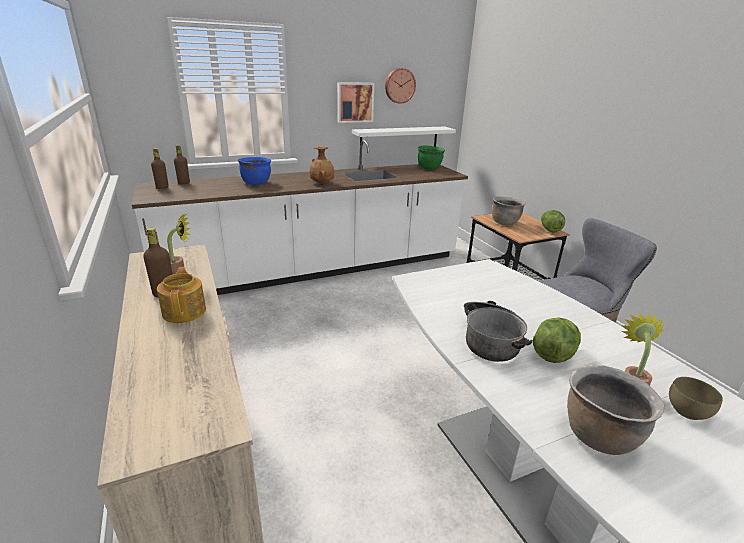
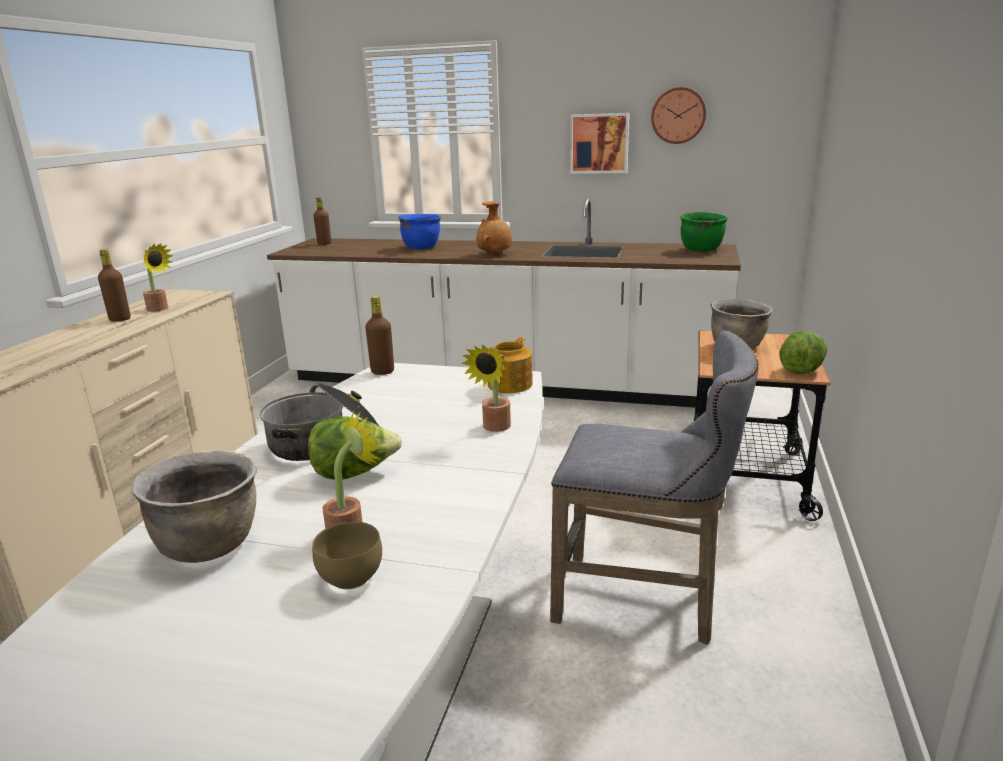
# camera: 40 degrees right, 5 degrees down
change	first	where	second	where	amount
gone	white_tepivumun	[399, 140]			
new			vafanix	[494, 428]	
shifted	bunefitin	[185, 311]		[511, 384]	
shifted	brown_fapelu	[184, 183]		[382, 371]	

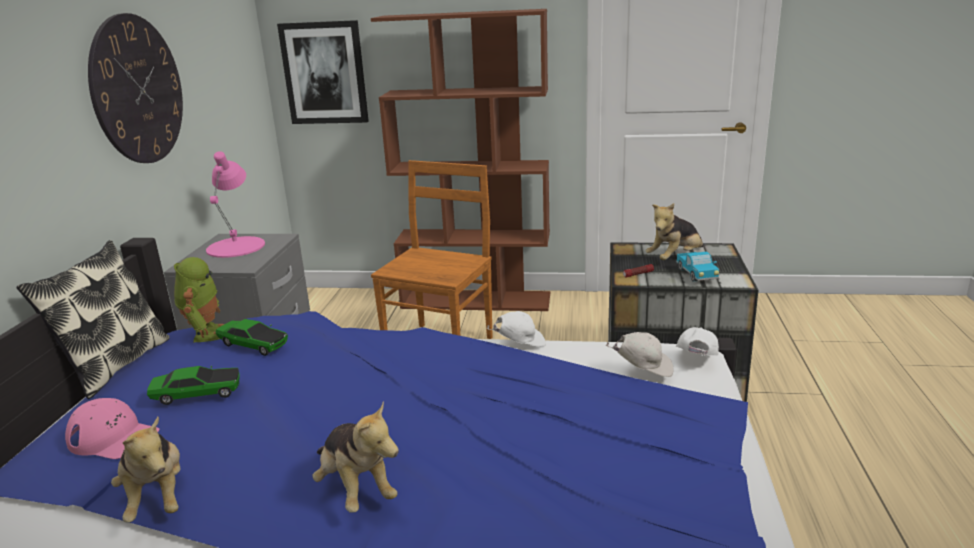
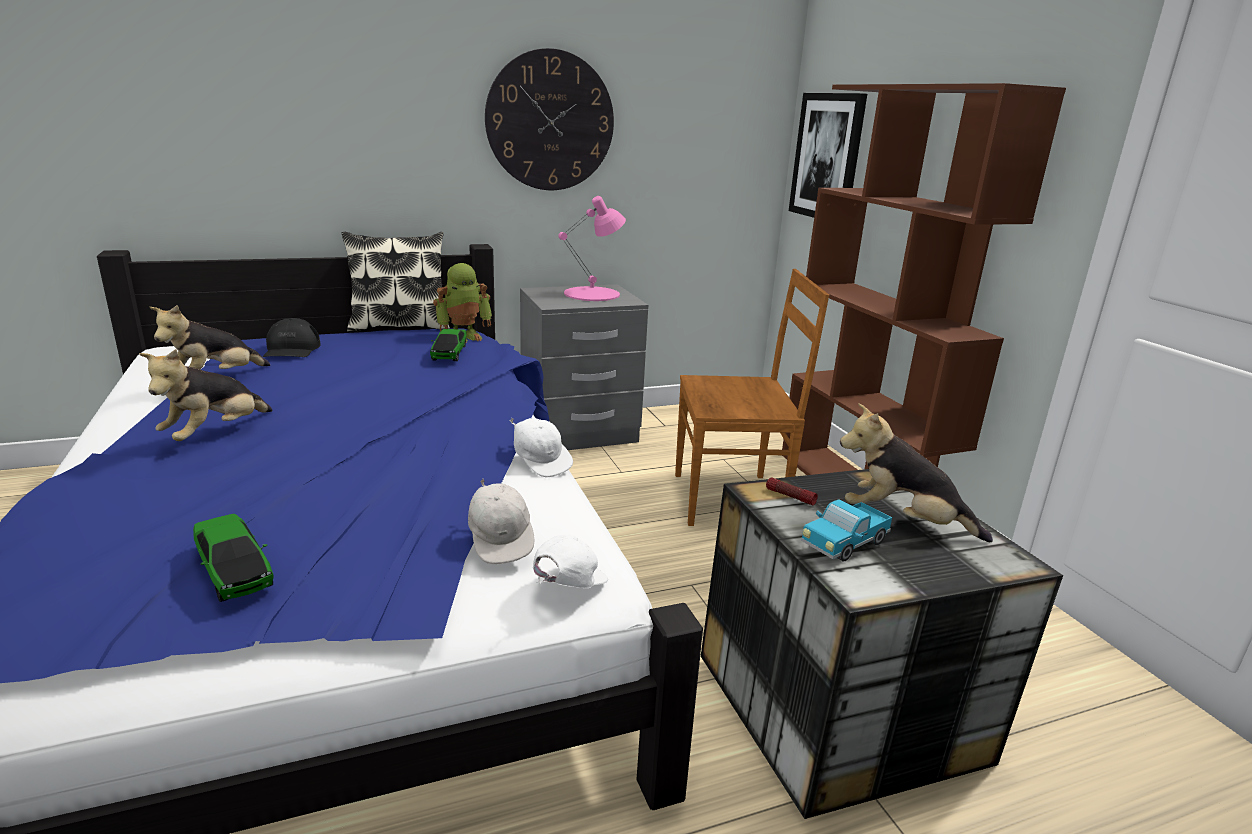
# camera: 60 degrees right, 0 degrees up
change	first	where	second	where	amount
shifted	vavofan	[197, 393]		[234, 569]	
repainted	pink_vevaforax	[113, 437]	black_vevaforax	[291, 349]	
rotated	white_vevaforax	[695, 361]		[567, 588]	45 degrees counterclockwise

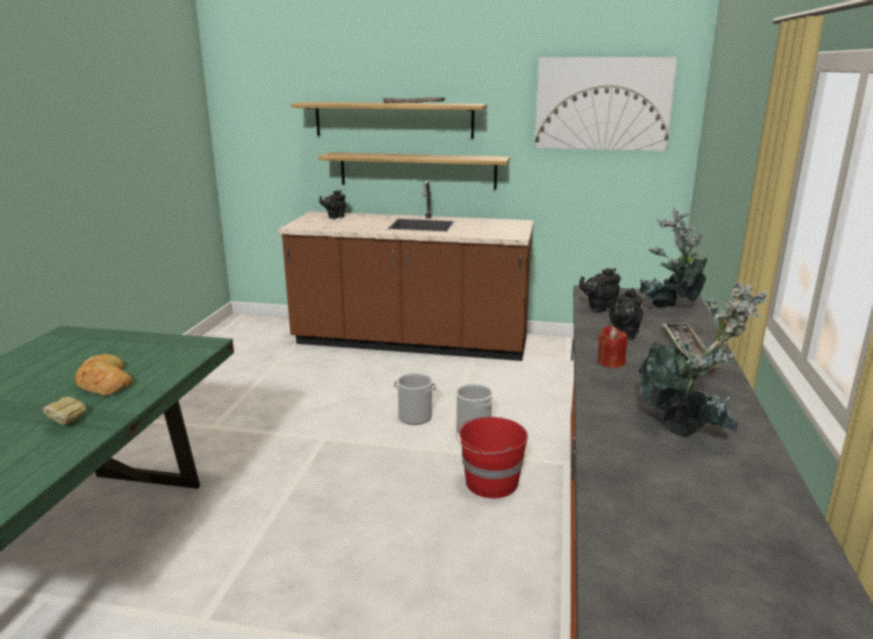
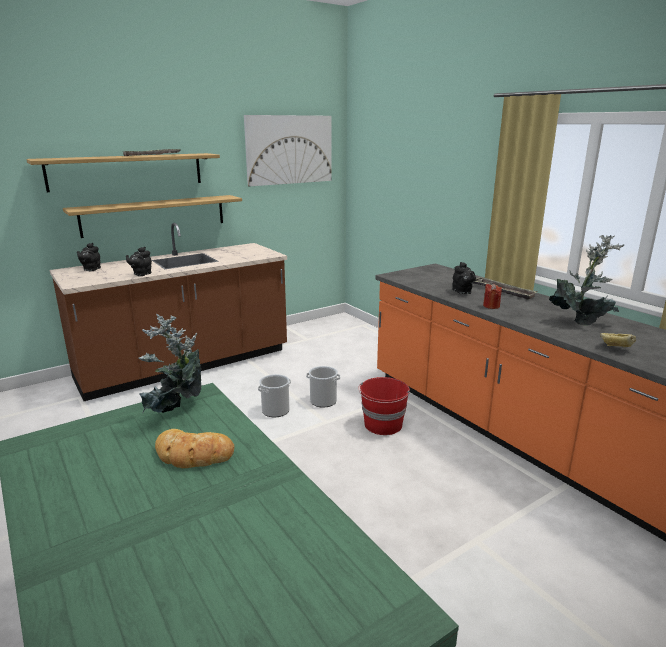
# camera: 45 degrees left, 0 degrees up
change	first	where	second	where	amount
shifted	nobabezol	[67, 422]		[615, 348]	
shifted	black_bunefitin	[599, 308]		[141, 274]	
shifted	vafanix	[670, 311]		[178, 413]	

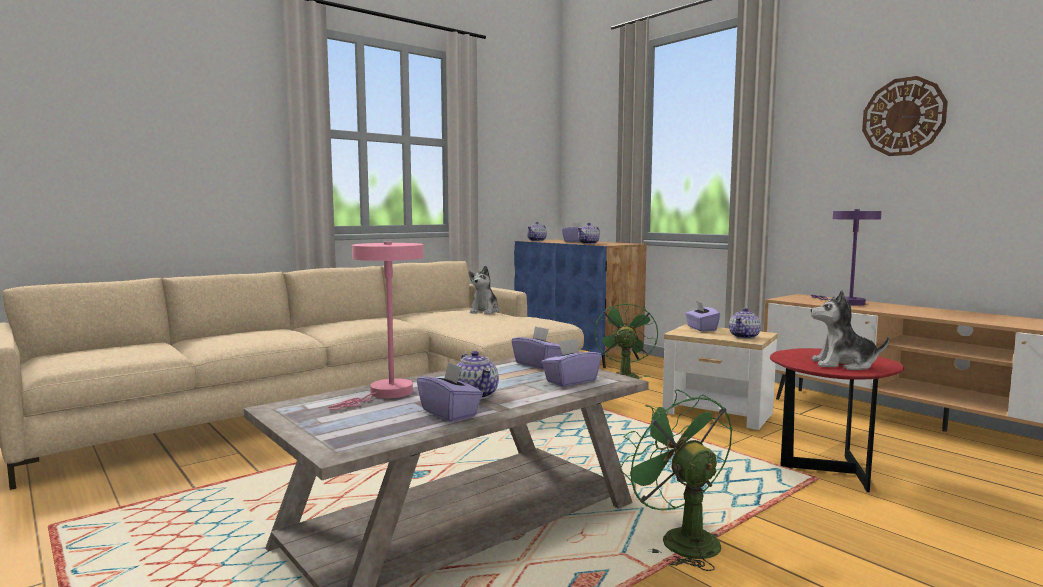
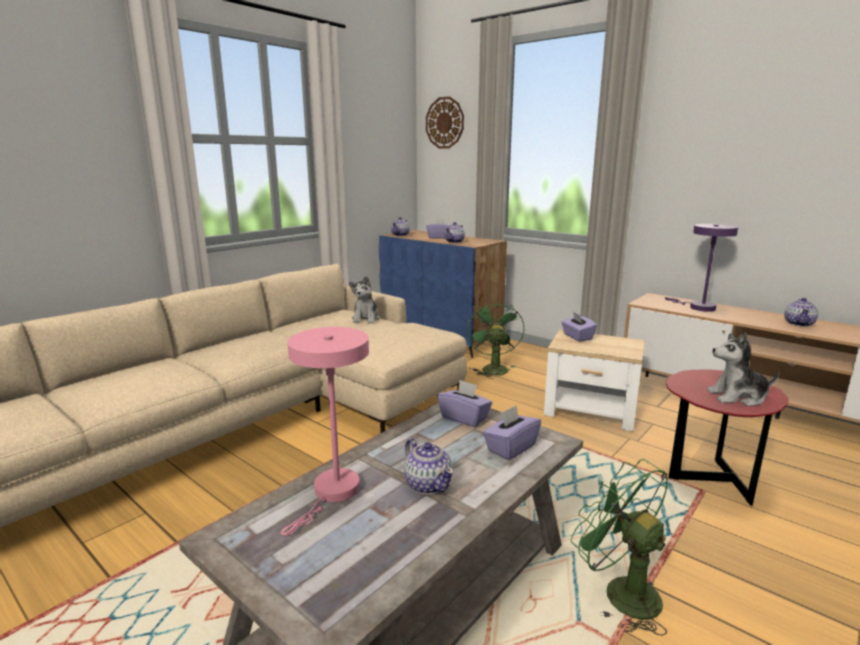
# camera: 10 degrees left, 10 degrees up
change	first	where	second	where	amount
gone	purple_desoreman	[450, 413]			
shifted	bunefitin	[744, 336]		[799, 323]	
shifted	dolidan	[903, 117]		[444, 123]	

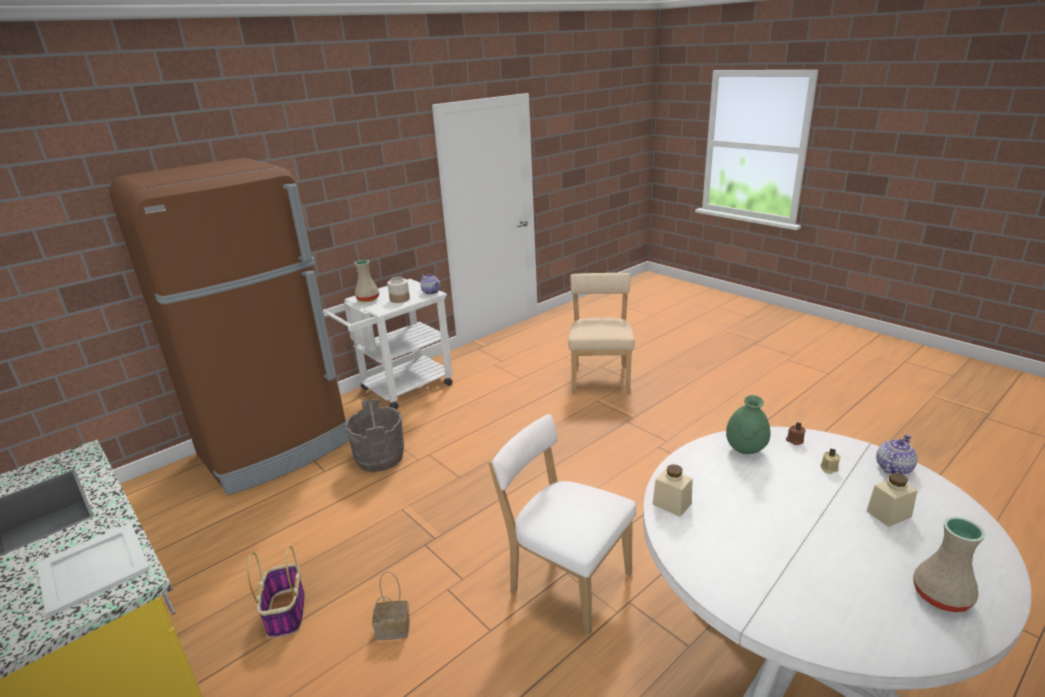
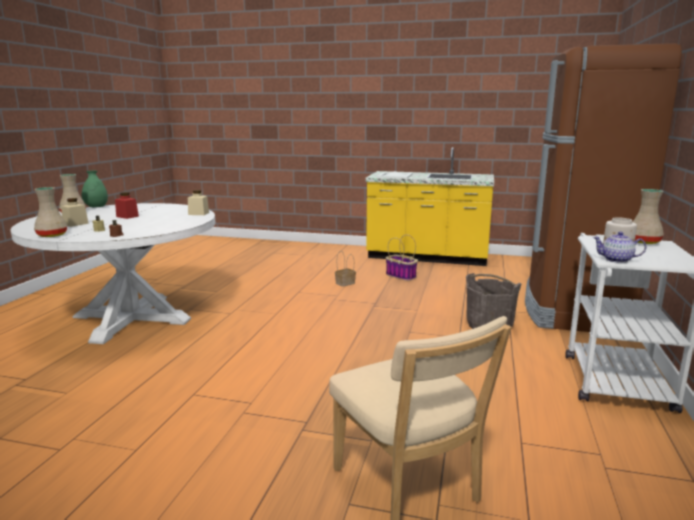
# camera: 145 degrees right, 10 degrees down
change	first	where	second	where	amount
gone	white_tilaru	[566, 581]			
new			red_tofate	[127, 216]	
shifted	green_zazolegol	[745, 450]		[96, 207]	
swapped	bunefitin	[893, 468]	beige_zazolegol	[53, 235]	

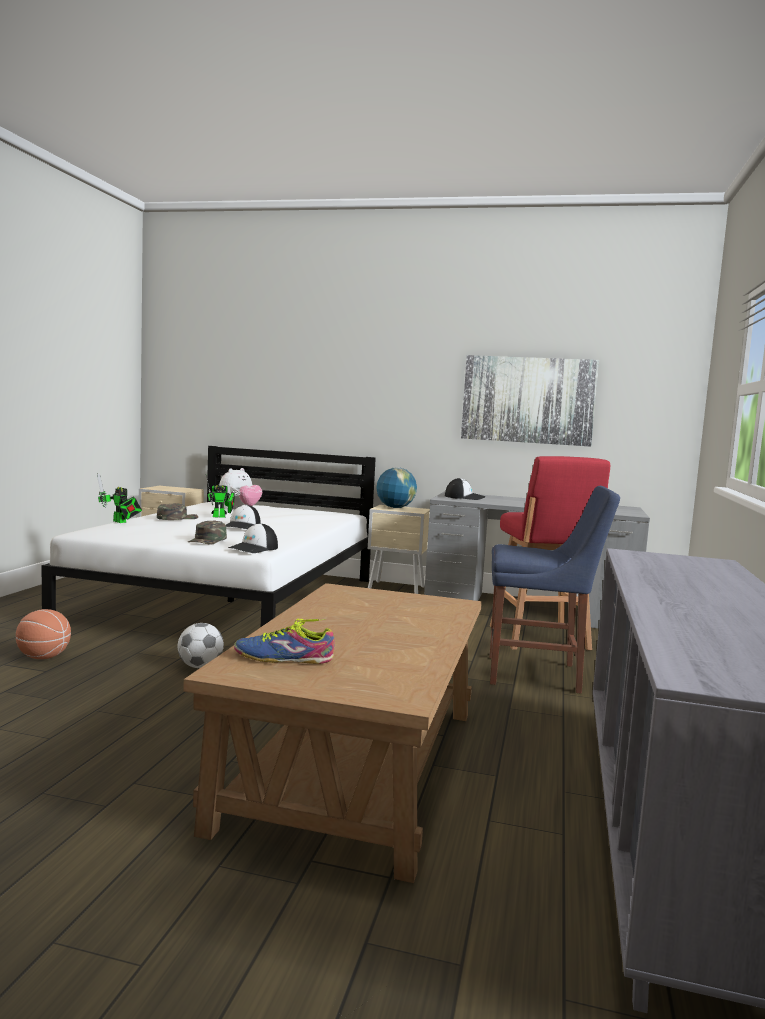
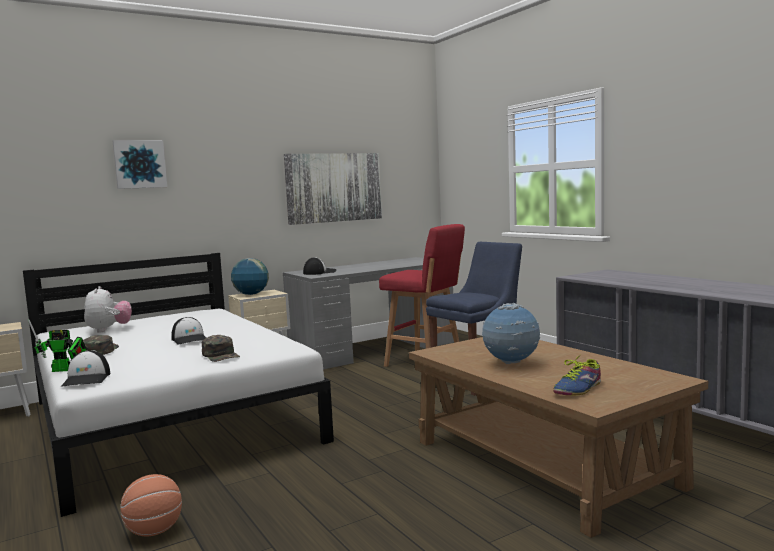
# camera: 45 degrees left, 0 degrees up
change	first	where	second	where	amount
gone	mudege	[200, 666]			
gone	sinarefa	[221, 517]			
new			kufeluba	[139, 164]	
new			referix	[511, 363]	
shifted	vevaforax	[254, 548]		[87, 379]	

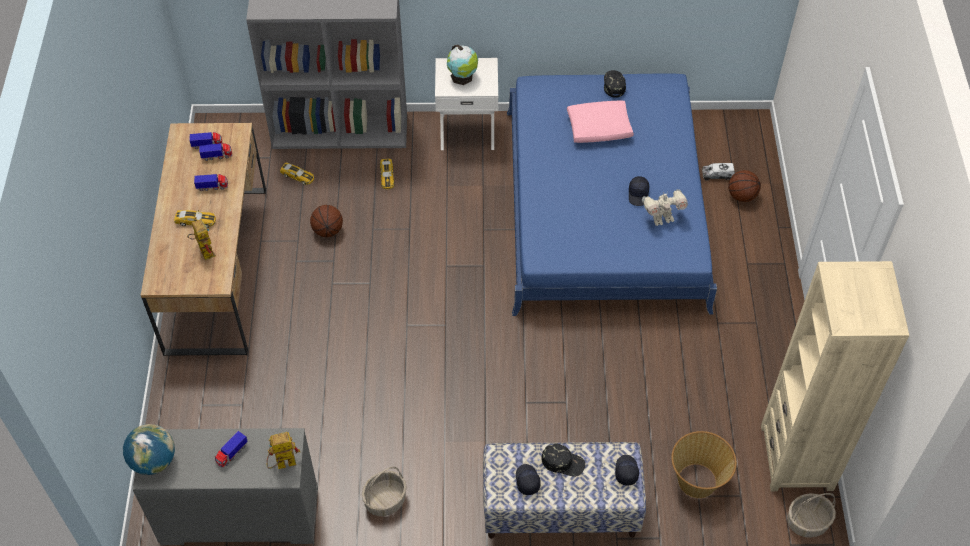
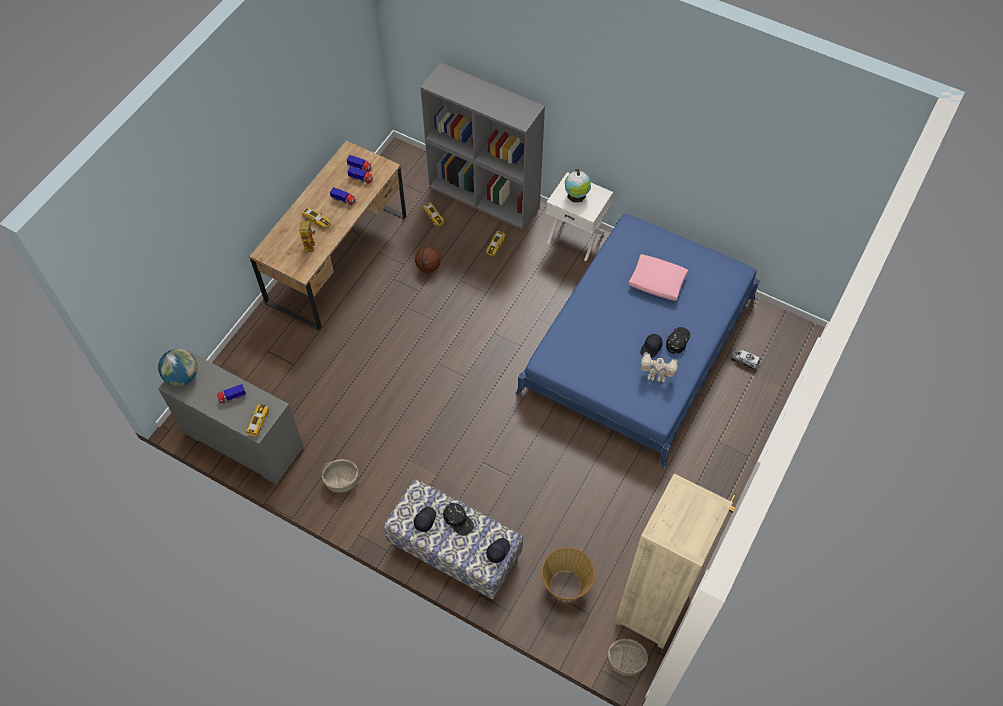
# camera: 30 degrees right, 5 degrees up
change	first	where	second	where	amount
gone	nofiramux	[741, 196]			
shifted	black_vevaforax	[613, 84]		[677, 341]	
swapped	sinarefa	[282, 465]	vavofan	[258, 421]	

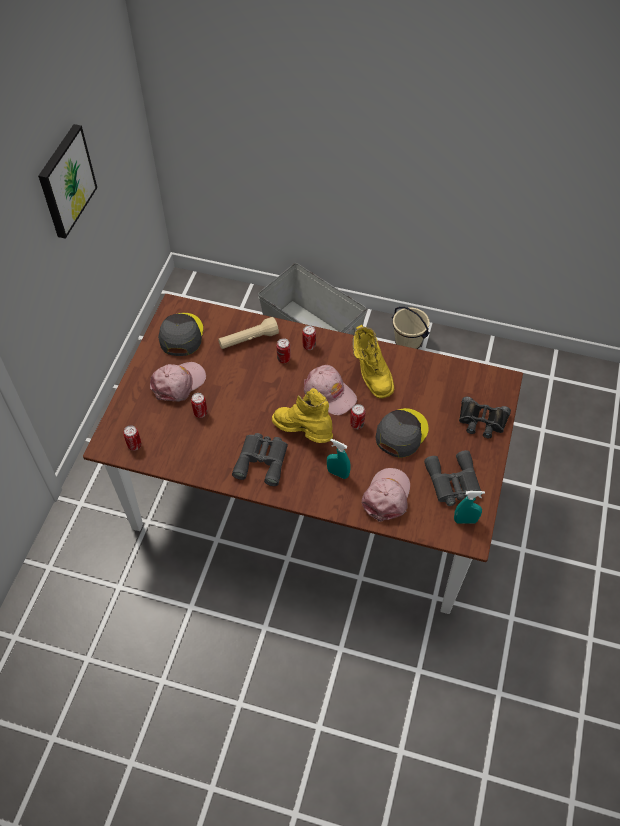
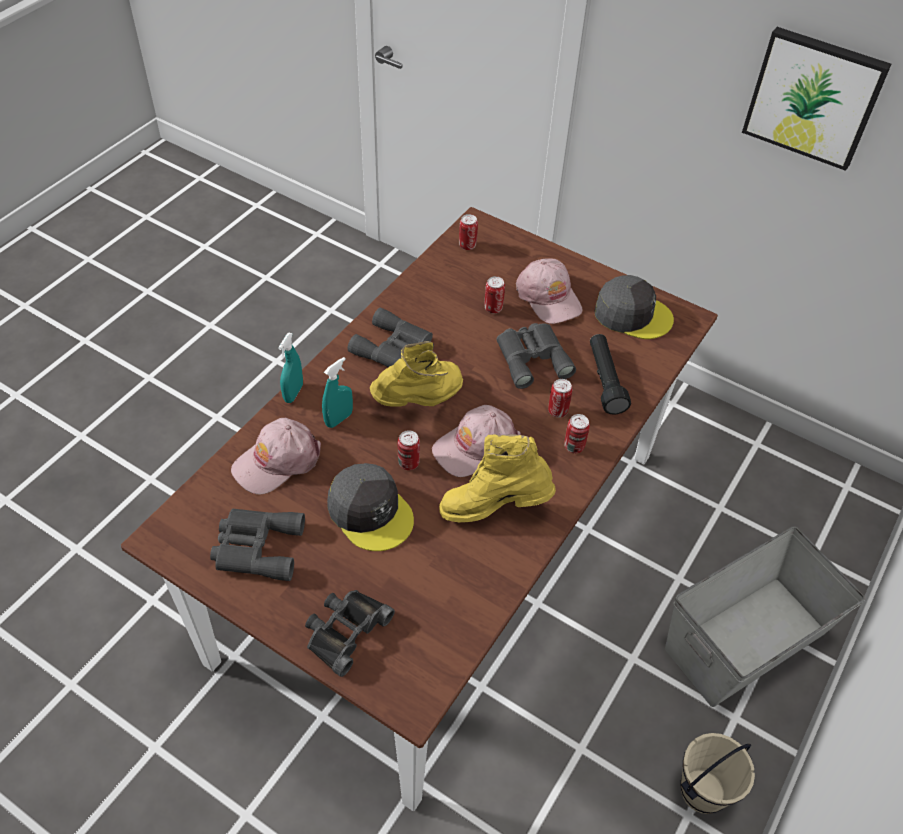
# camera: 105 degrees right, 5 degrees down
change	first	where	second	where	amount
new			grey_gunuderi	[532, 357]	
shifted	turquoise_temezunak	[465, 520]		[293, 393]	
repainted	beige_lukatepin	[248, 340]	black_lukatepin	[605, 380]	
rotated	pink_vevaforax	[386, 496]		[277, 461]	105 degrees clockwise

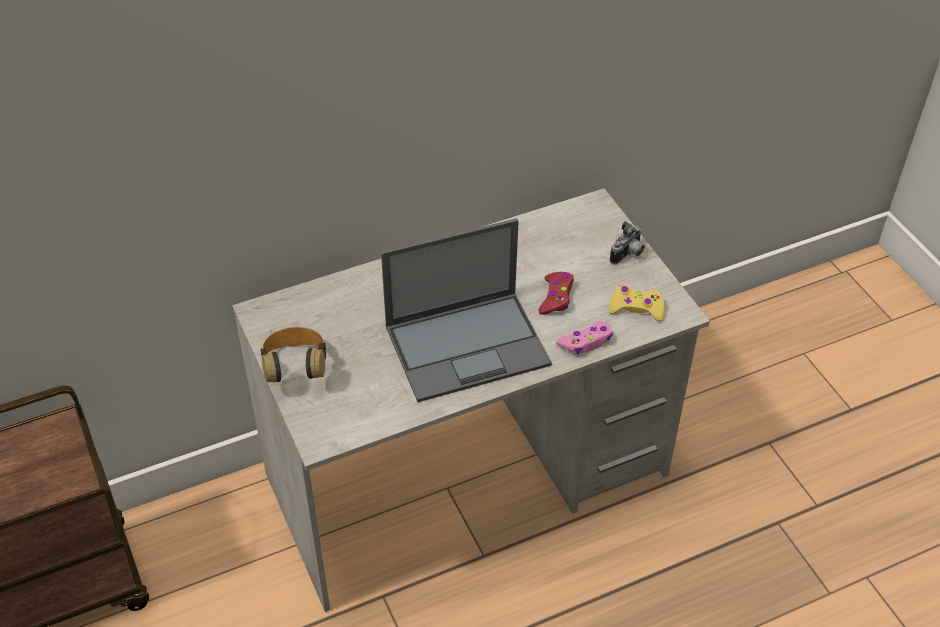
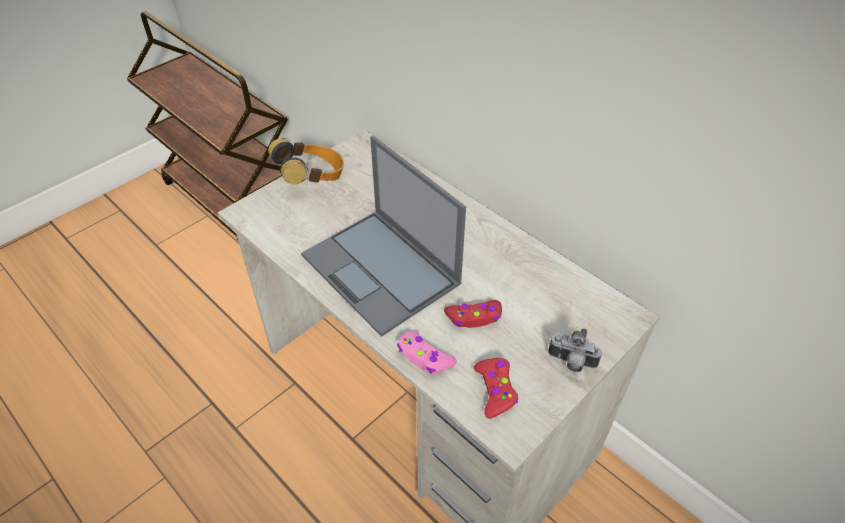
# camera: 70 degrees right, 0 degrees up
change	first	where	second	where	amount
repainted	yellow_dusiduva	[636, 308]	red_dusiduva	[495, 390]	

